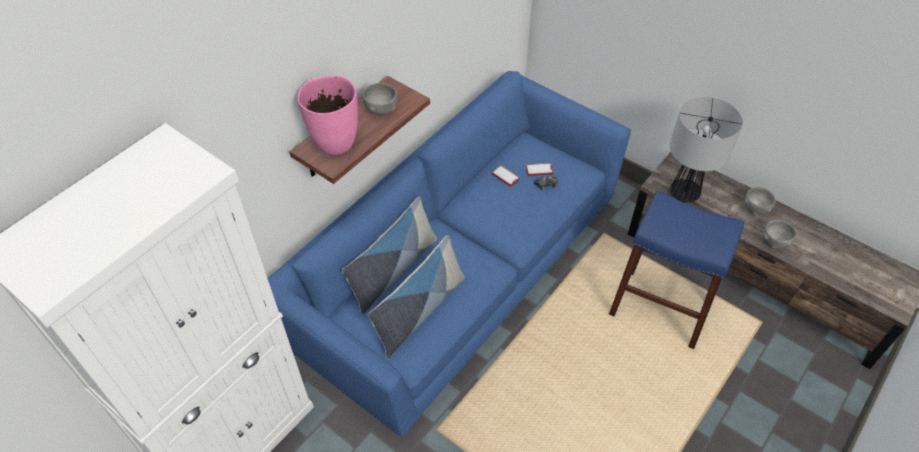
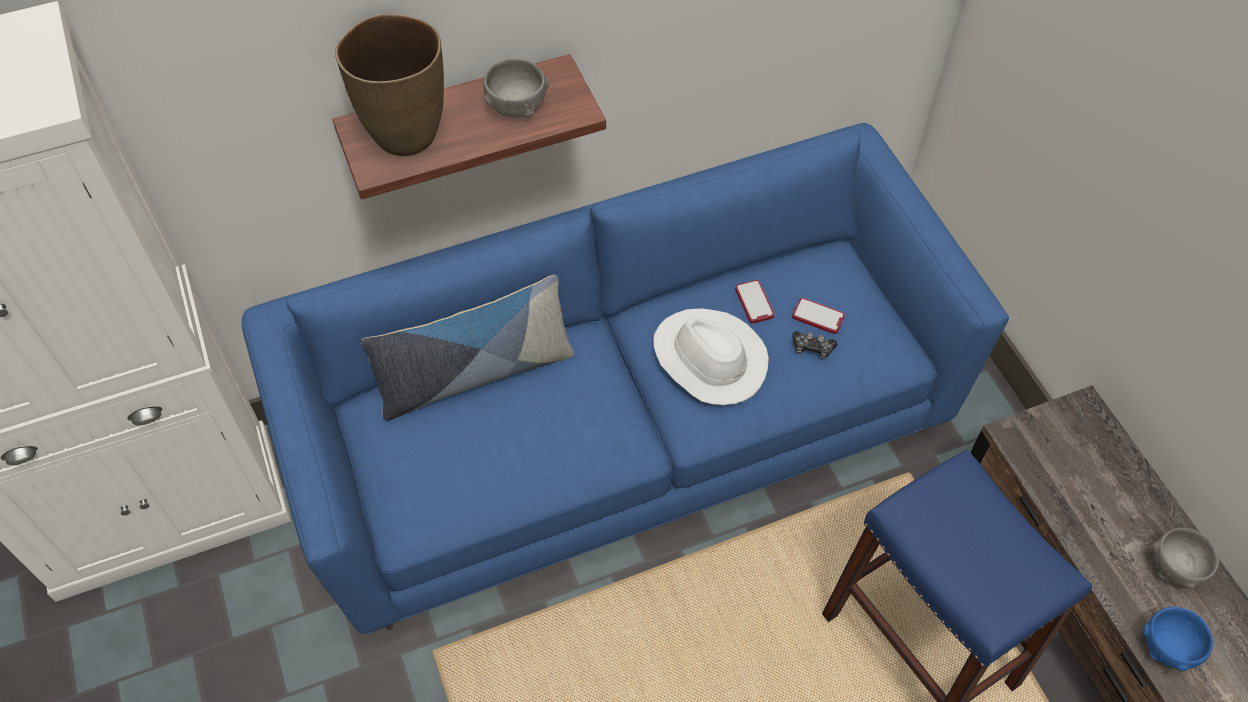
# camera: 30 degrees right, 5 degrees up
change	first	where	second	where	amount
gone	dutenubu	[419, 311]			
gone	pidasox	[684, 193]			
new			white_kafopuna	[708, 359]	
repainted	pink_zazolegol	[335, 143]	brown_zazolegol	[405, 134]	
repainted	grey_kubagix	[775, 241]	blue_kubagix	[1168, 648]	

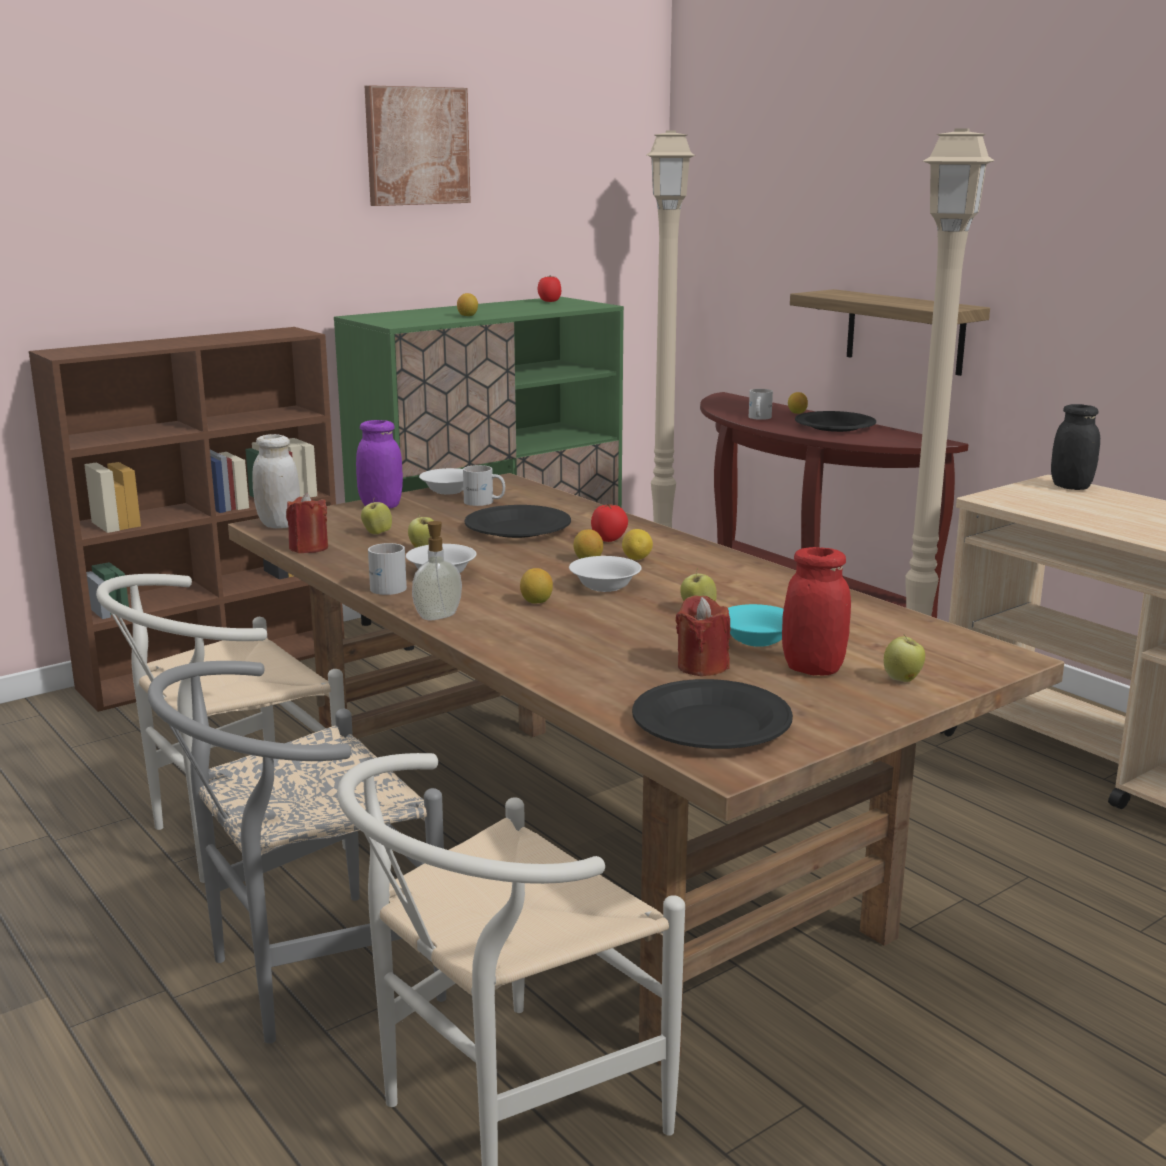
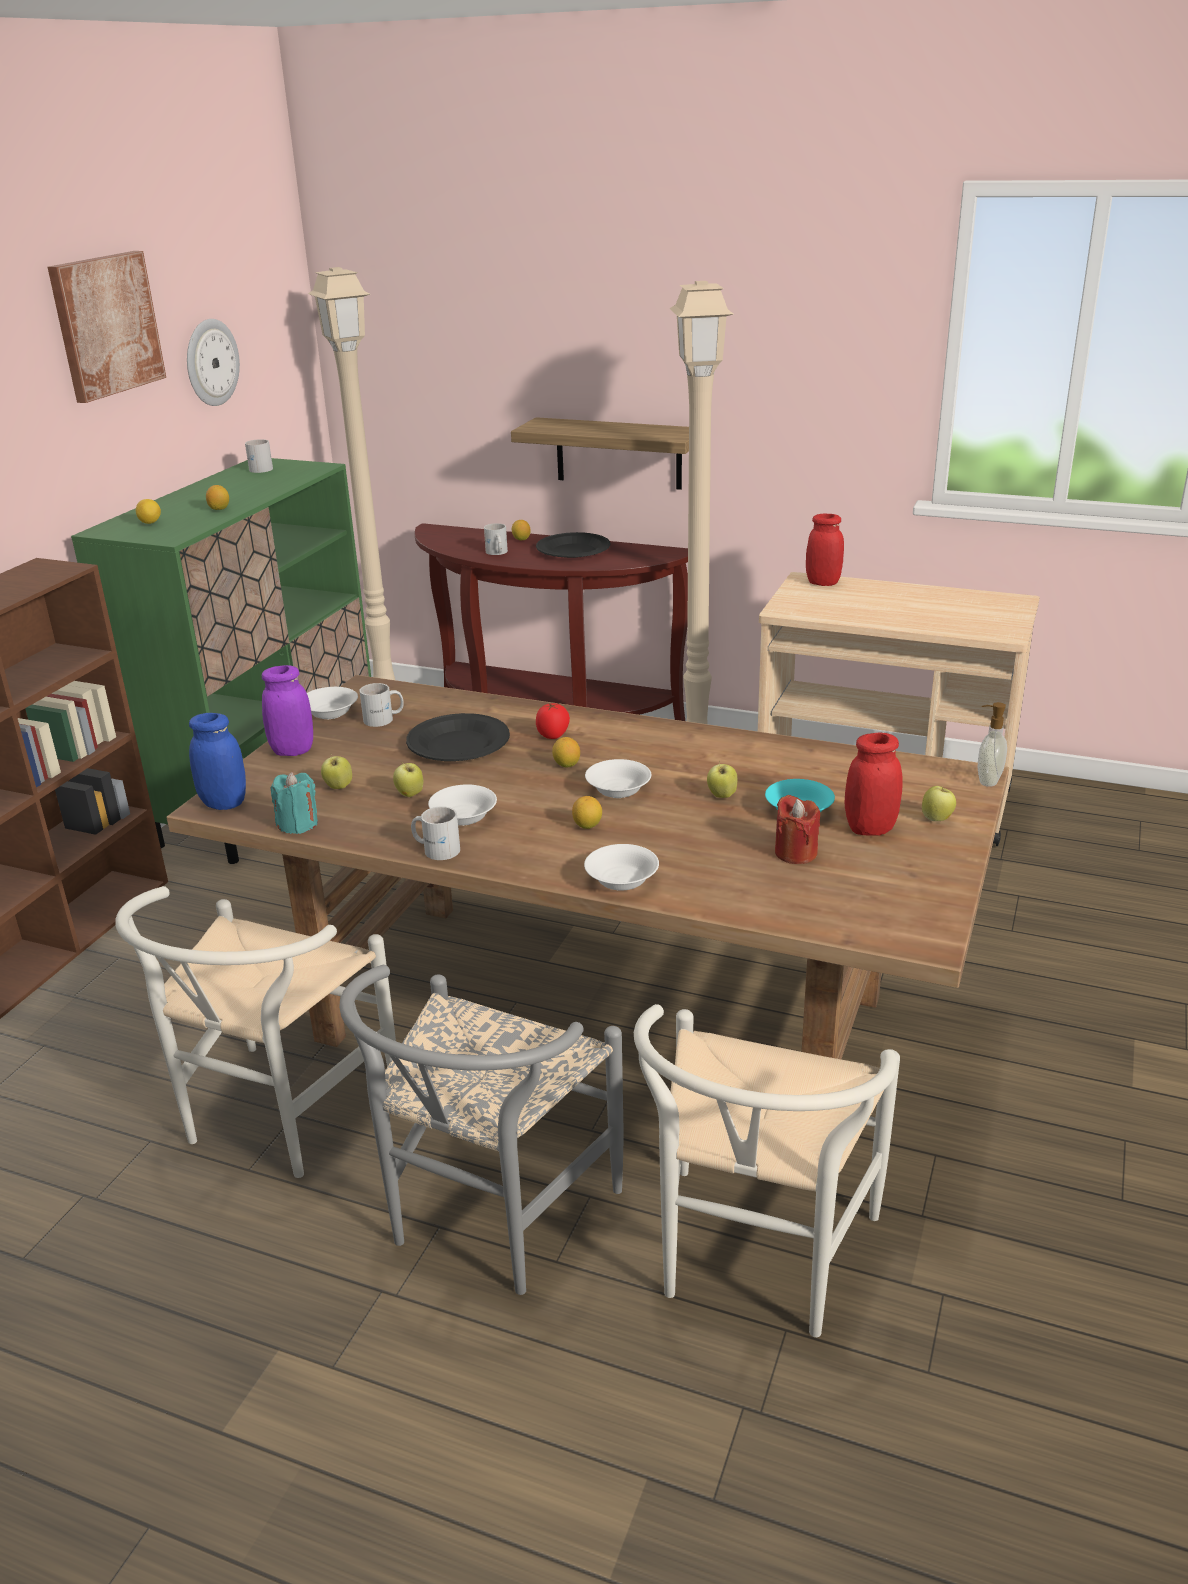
# camera: 30 degrees left, 10 degrees up
change	first	where	second	where	amount
gone	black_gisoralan	[711, 724]			
new			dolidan	[211, 362]	
new			white_kubagix	[622, 881]	
shifted	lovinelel	[437, 616]		[987, 780]	
shifted	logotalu	[637, 559]		[150, 523]	
swapped	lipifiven	[549, 301]	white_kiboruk	[260, 468]	
repainted	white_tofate	[279, 525]	blue_tofate	[224, 803]	
repainted	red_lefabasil	[308, 548]	turquoise_lefabasil	[298, 824]	
repainted	black_tofate	[1071, 487]	red_tofate	[823, 583]	

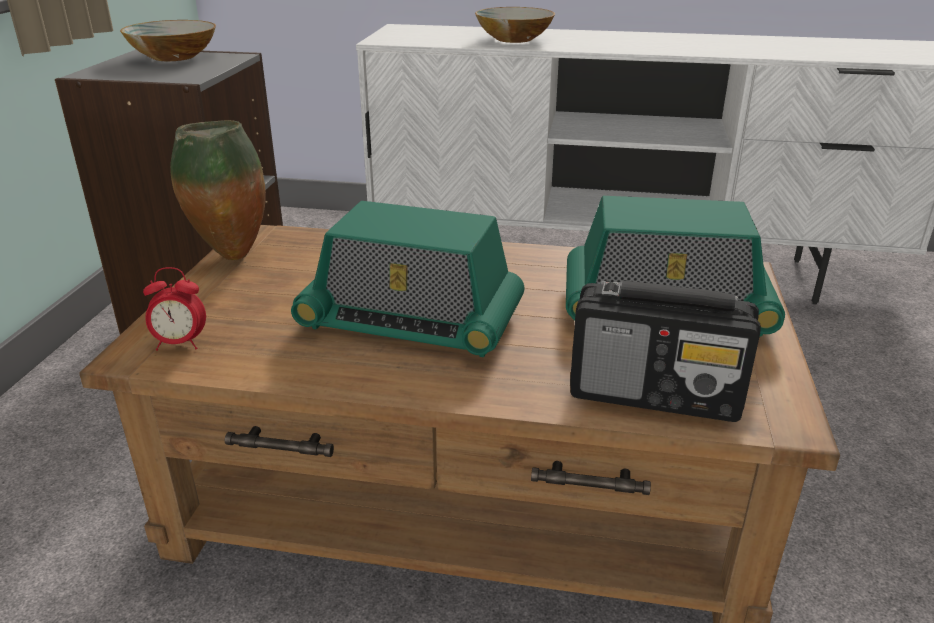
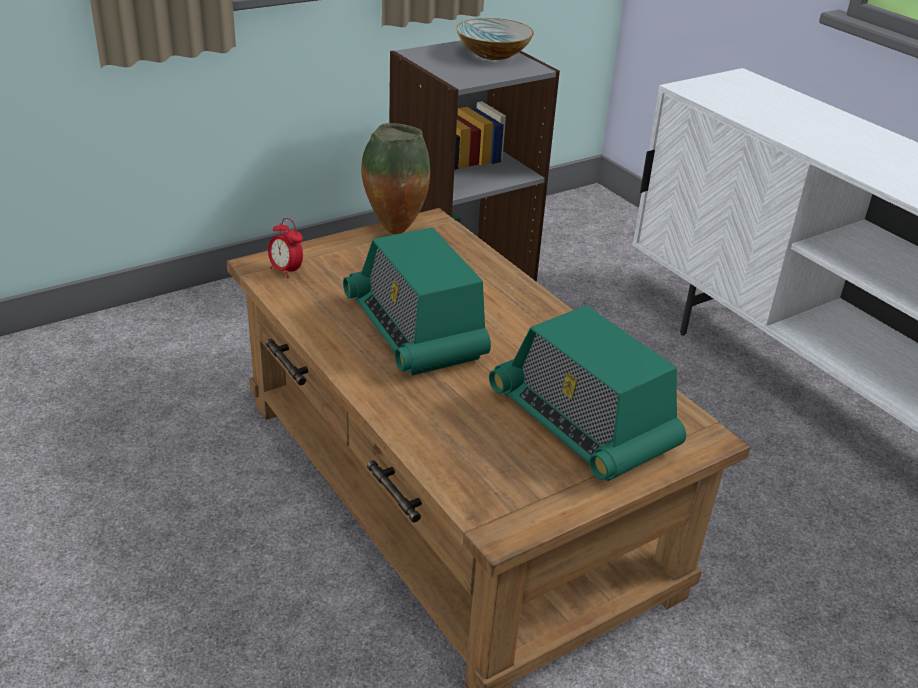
# camera: 45 degrees right, 5 degrees up
change	first	where	second	where	amount
gone	kubagix	[513, 39]			
gone	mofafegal	[656, 395]			

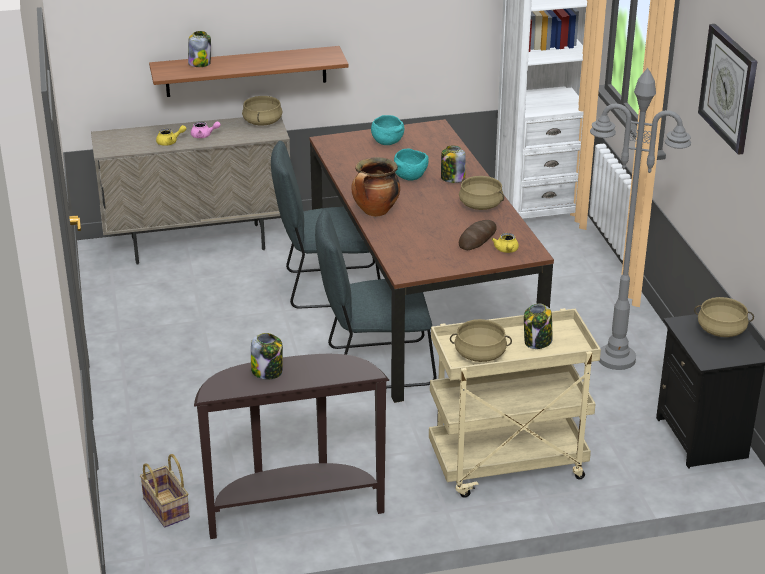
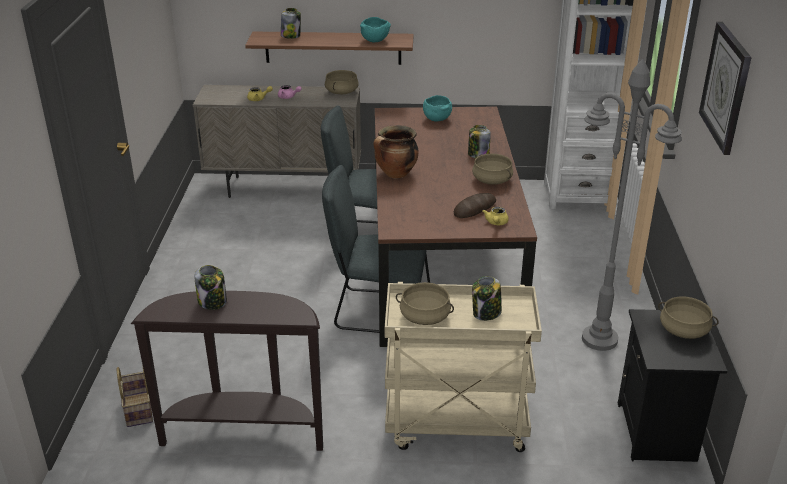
# camera: 15 degrees right, 0 degrees up
change	first	where	second	where	amount
shifted	turquoise_kubagix	[410, 177]		[375, 41]	

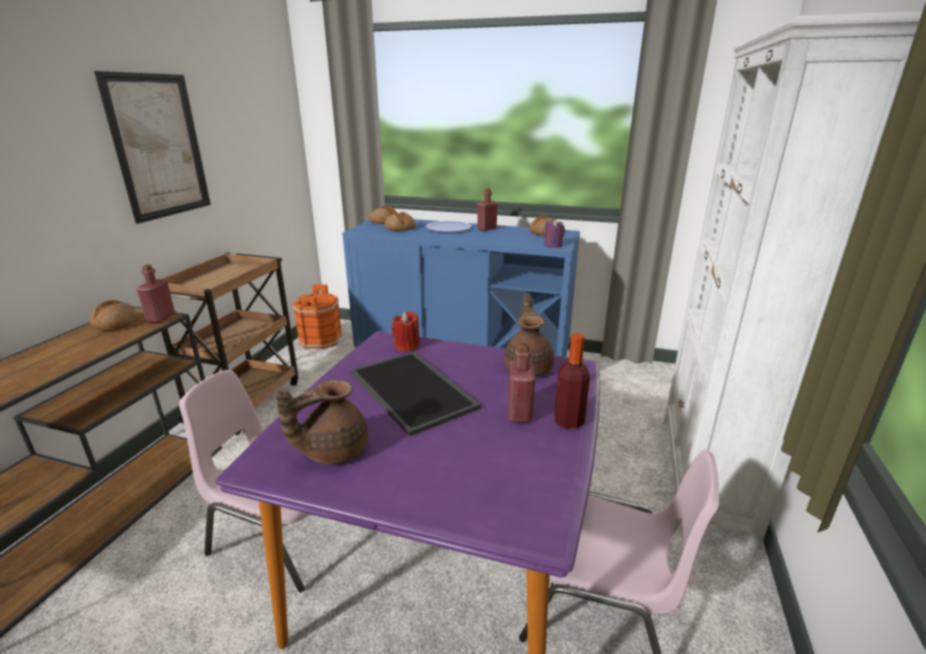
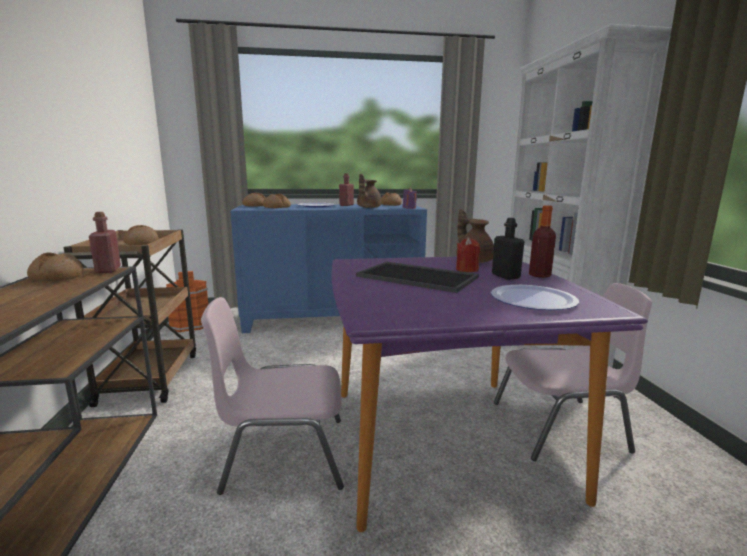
# camera: 25 degrees left, 10 degrees down
change	first	where	second	where	amount
gone	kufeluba	[159, 147]			
new			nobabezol	[142, 243]	
new			gisoralan	[533, 299]	
shifted	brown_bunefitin	[332, 450]		[368, 207]	
shifted	red_lefabasil	[407, 346]		[467, 269]	
repainted	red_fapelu	[519, 413]	black_fapelu	[505, 276]	

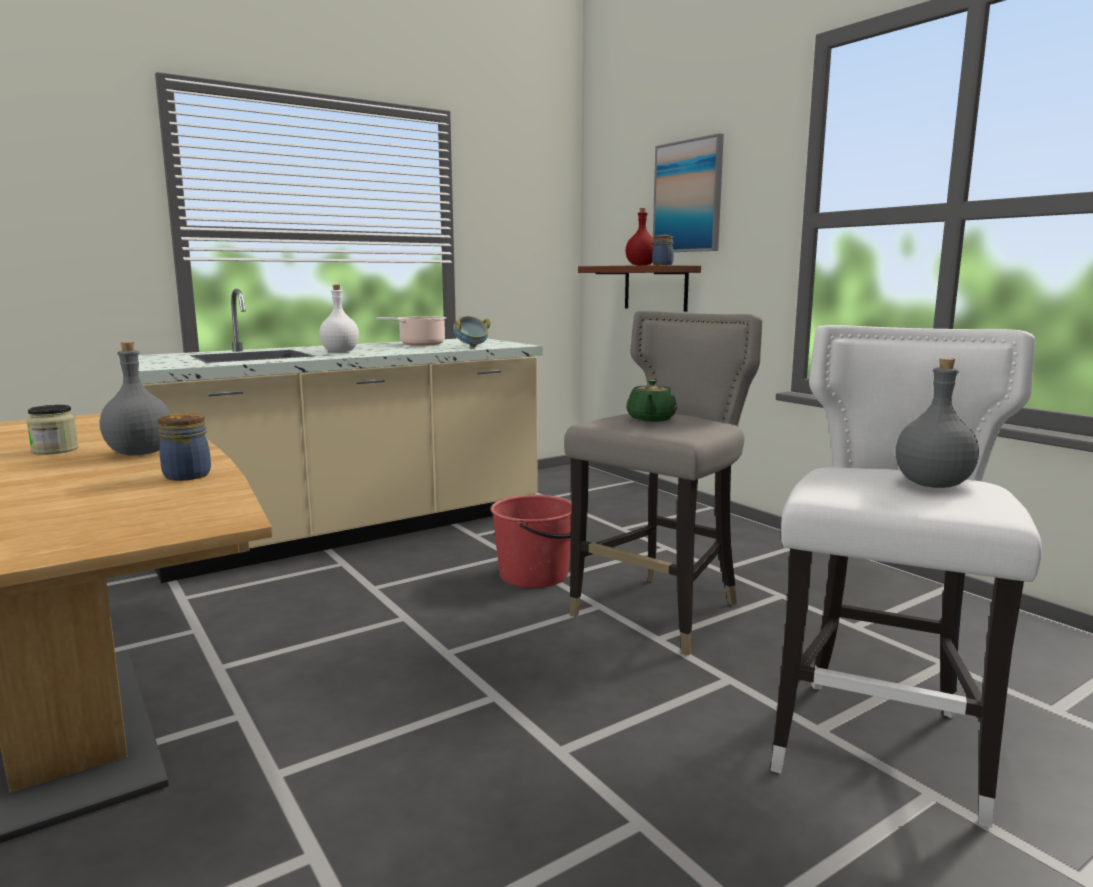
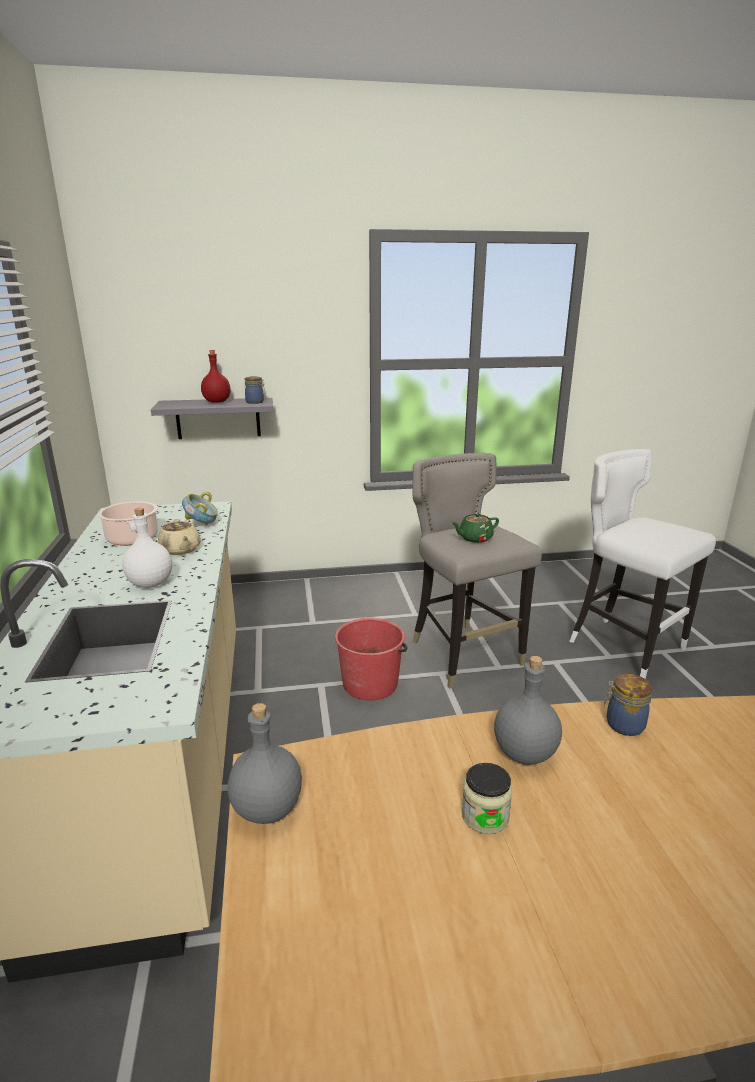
# camera: 65 degrees left, 10 degrees up
change	first	where	second	where	amount
gone	kufeluba	[688, 197]			
new			beige_bunefitin	[180, 550]	
shifted	grey_fapelu	[932, 485]		[268, 809]	
repainted	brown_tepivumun	[655, 288]	grey_tepivumun	[218, 418]	
rotated	green_bunefitin	[651, 419]		[474, 538]	120 degrees clockwise

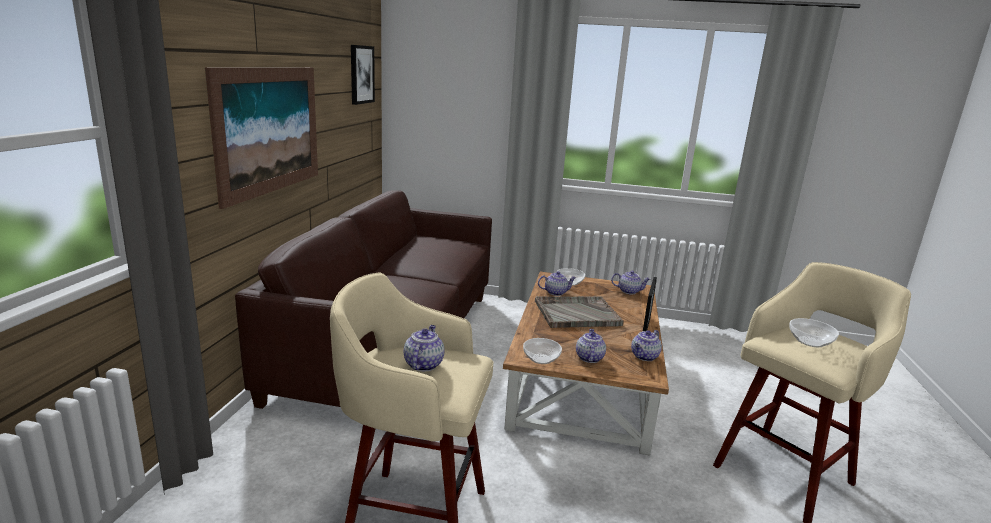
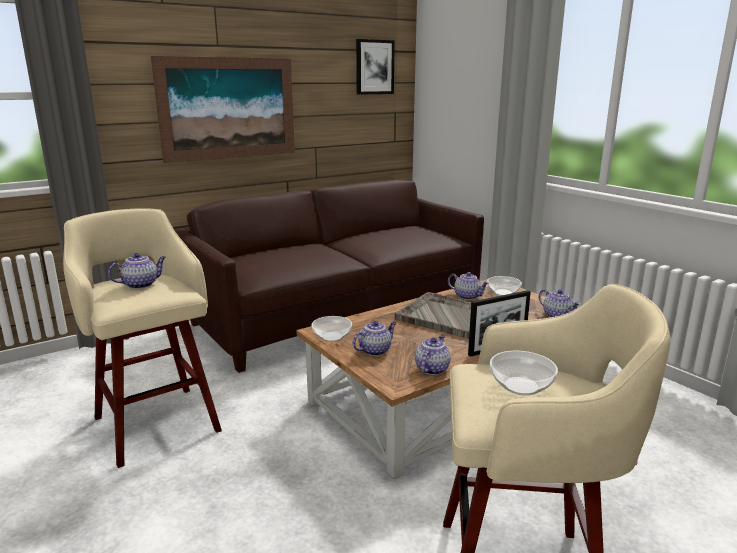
# camera: 45 degrees right, 0 degrees up
change	first	where	second	where	amount
rotated	bunefitin	[644, 357]		[432, 369]	120 degrees clockwise

